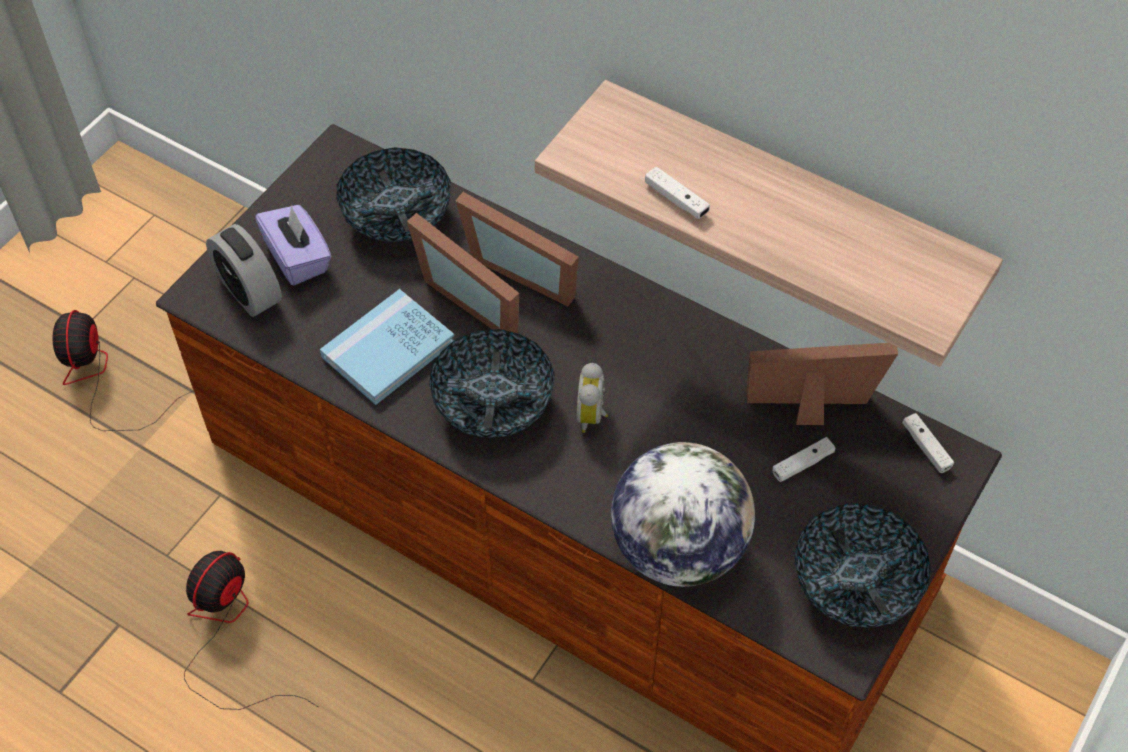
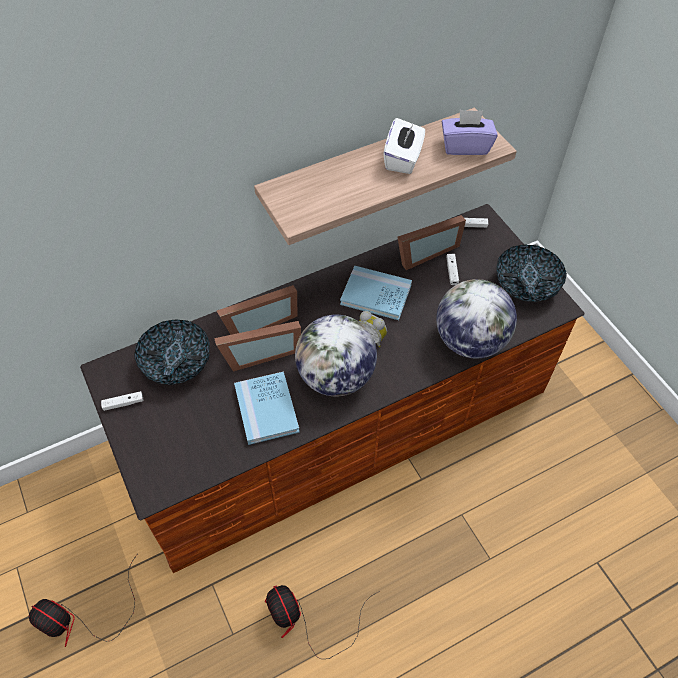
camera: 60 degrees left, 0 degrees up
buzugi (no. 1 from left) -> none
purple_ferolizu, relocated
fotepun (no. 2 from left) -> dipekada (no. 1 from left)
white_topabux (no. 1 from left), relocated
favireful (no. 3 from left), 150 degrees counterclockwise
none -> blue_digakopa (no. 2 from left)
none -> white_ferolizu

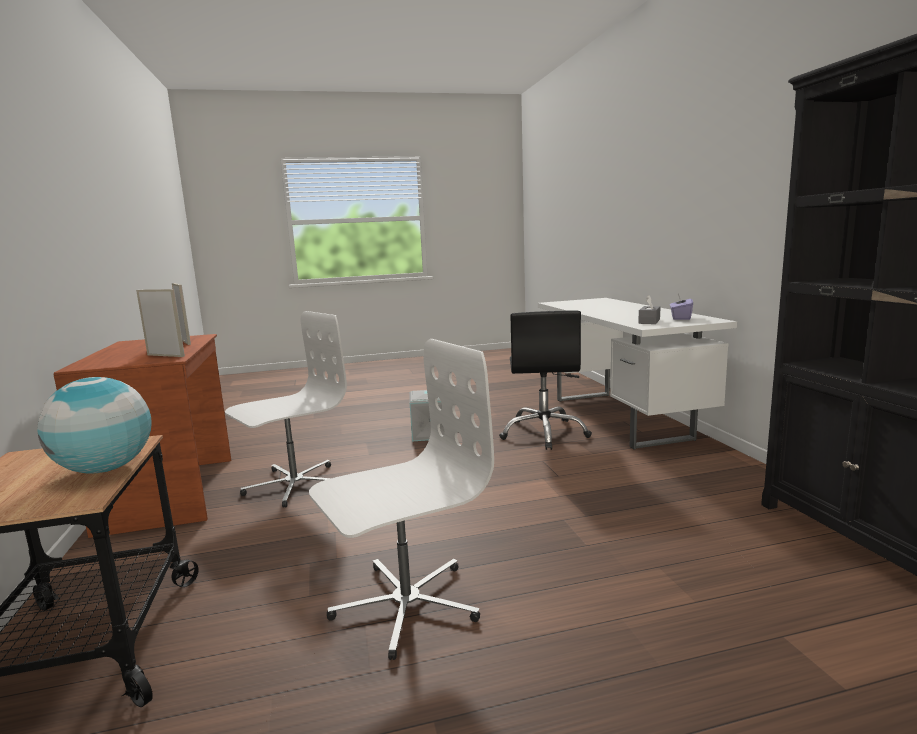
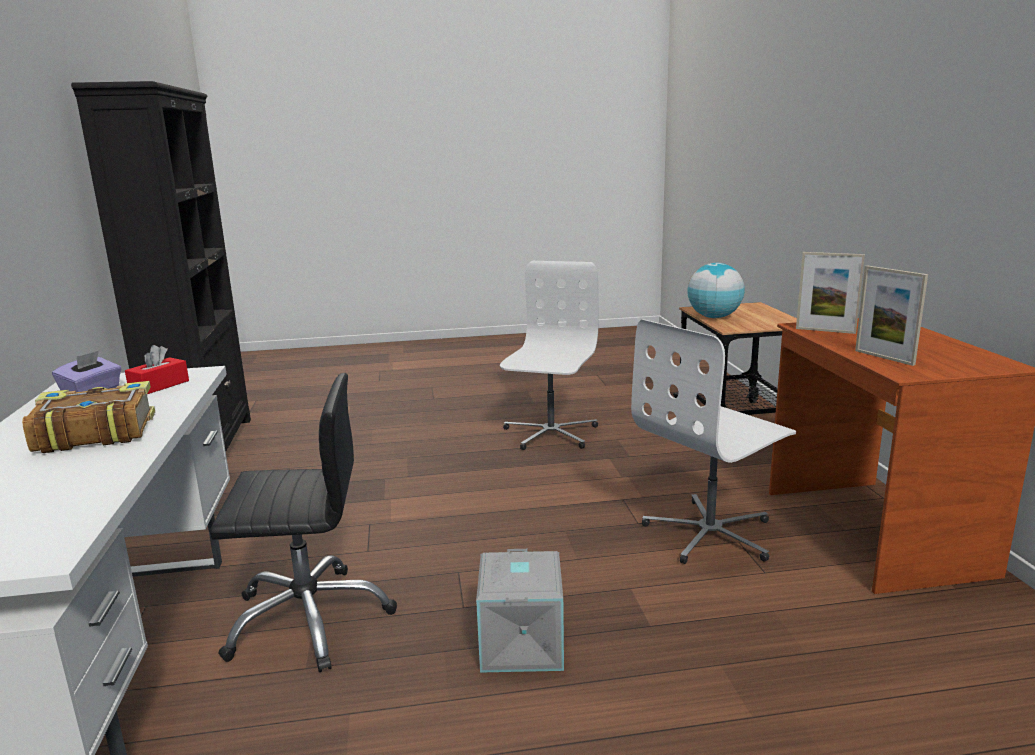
camera: 175 degrees left, 5 degrees up
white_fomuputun (no. 2 from left in the first image) -> white_fomuputun (no. 1 from left), 135 degrees clockwise
black_fomuputun, 75 degrees clockwise
grey_ferolizu -> red_ferolizu
none -> digakopa

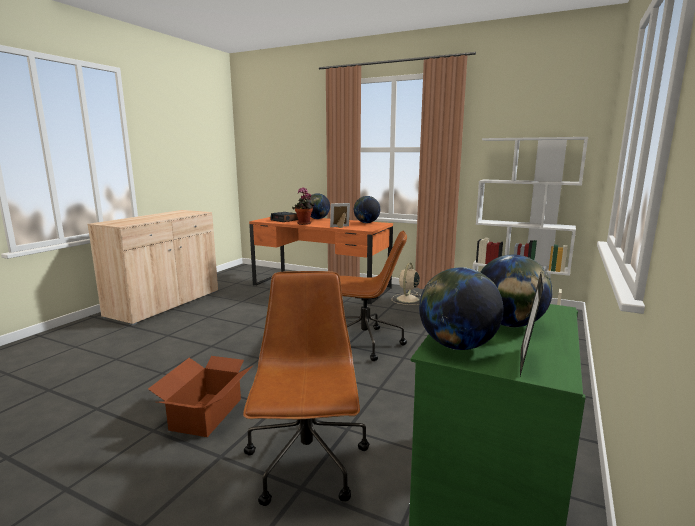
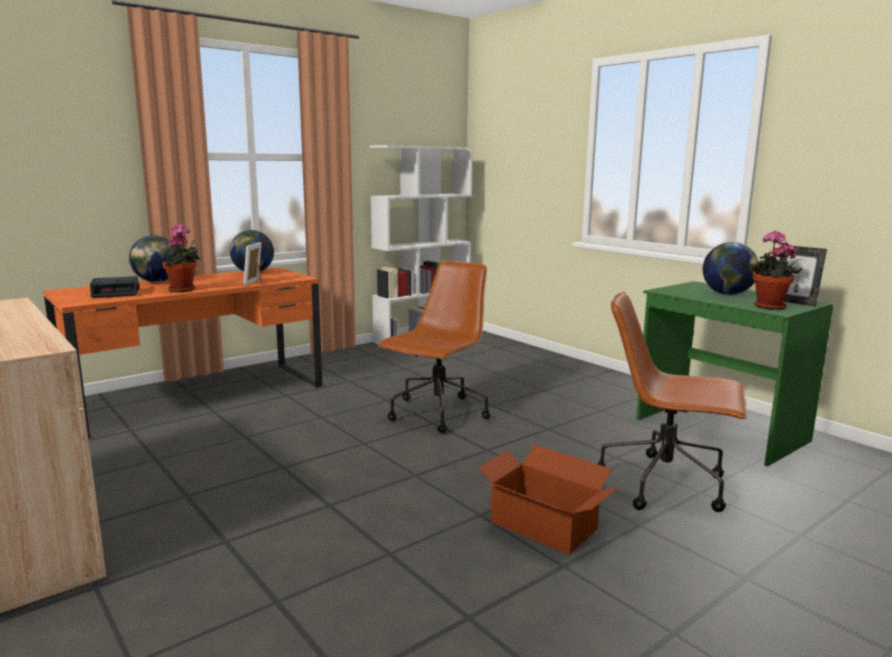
camera: 65 degrees left, 0 degrees up
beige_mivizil -> none
dipekada (no. 3 from left) -> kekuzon (no. 2 from left)

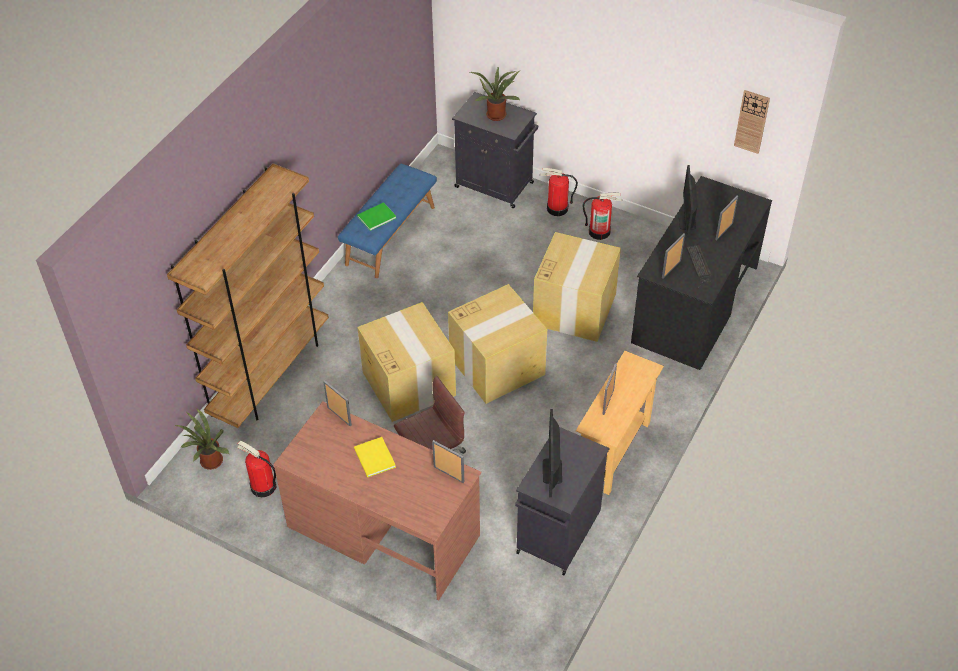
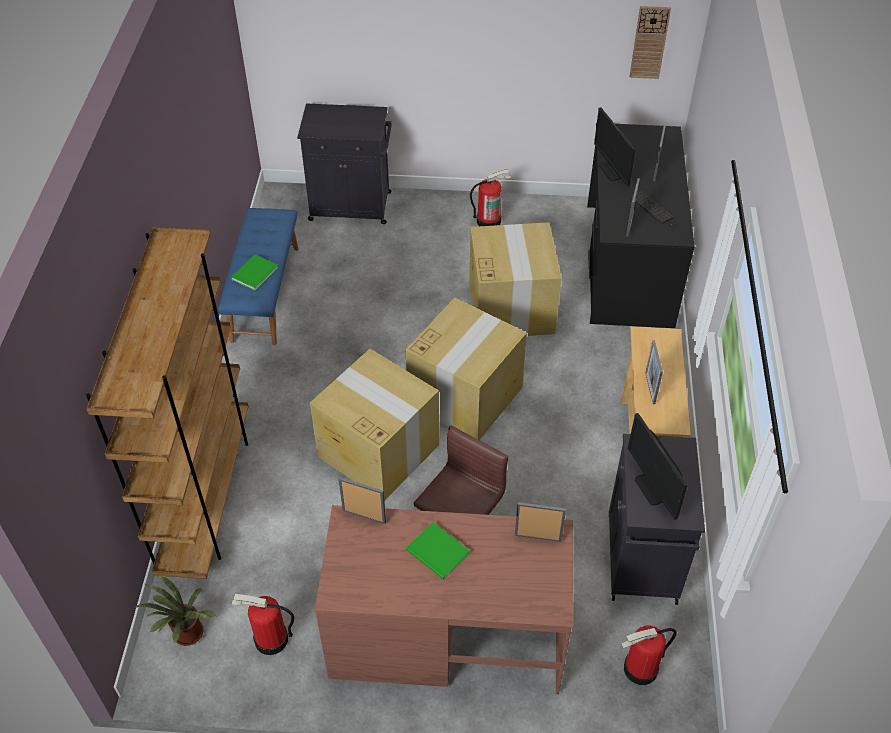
camera: 25 degrees left, 0 degrees up
yellow_digakopa -> green_digakopa (no. 2 from left)
kekuzon (no. 2 from left) -> none
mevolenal (no. 2 from left in the first image) -> mevolenal (no. 3 from left), relocated

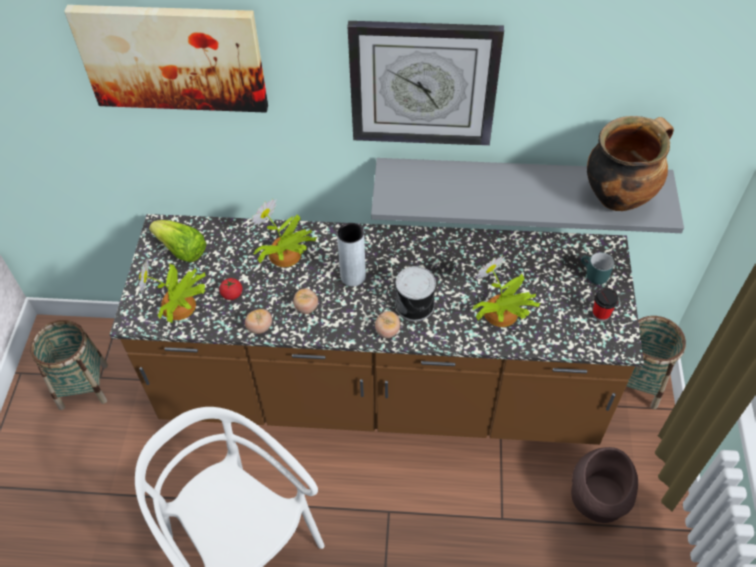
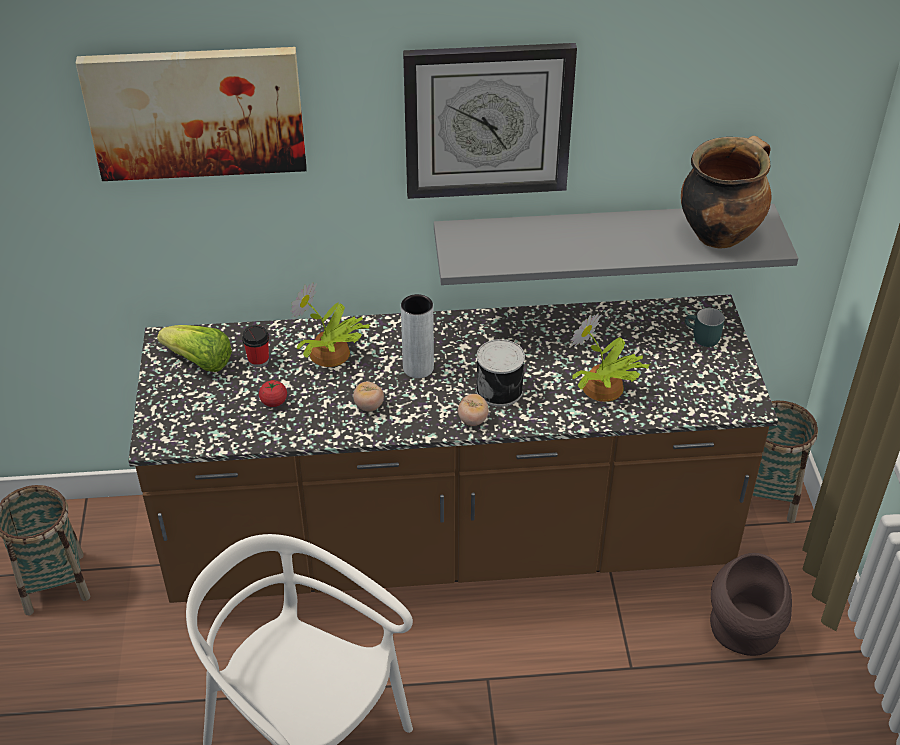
camera: 10 degrees left, 10 degrees down
kekuzon (no. 1 from left) -> none
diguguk (no. 2 from left) -> none
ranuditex, relocated

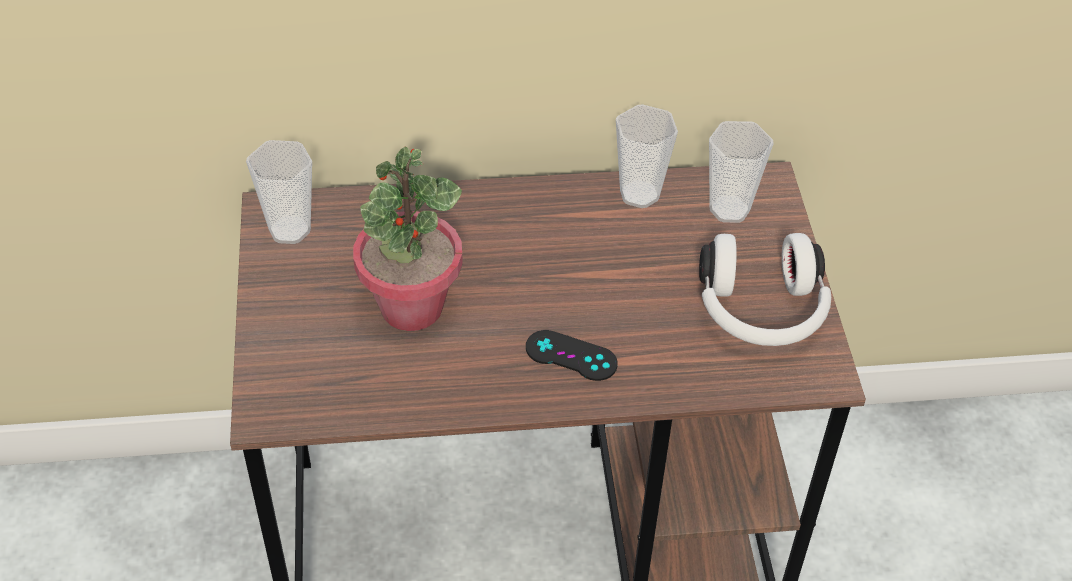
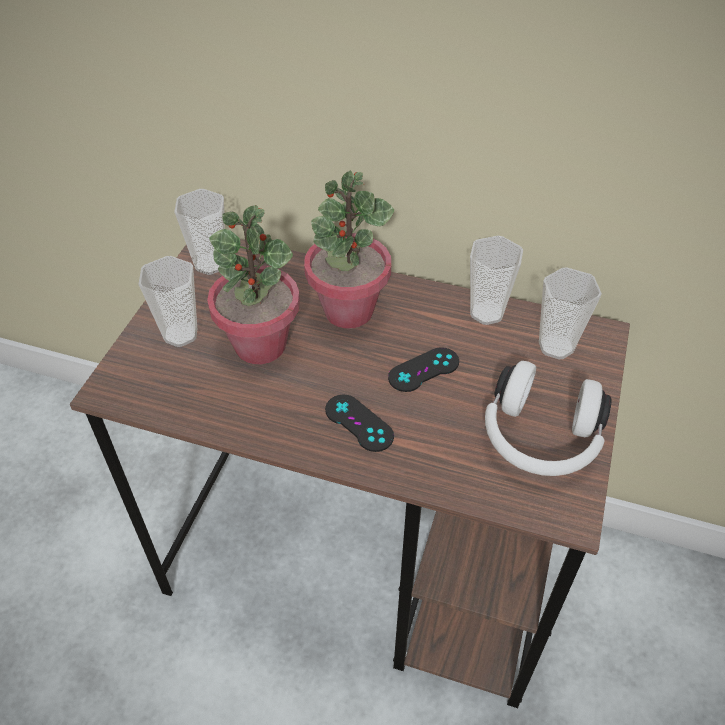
camera: 25 degrees right, 0 degrees up
none -> ranuditex (no. 1 from left)
none -> kekuzon (no. 2 from left)
none -> black_topabux (no. 2 from left)

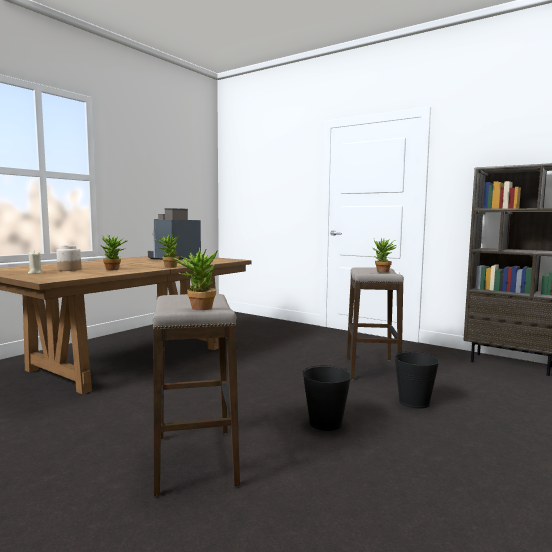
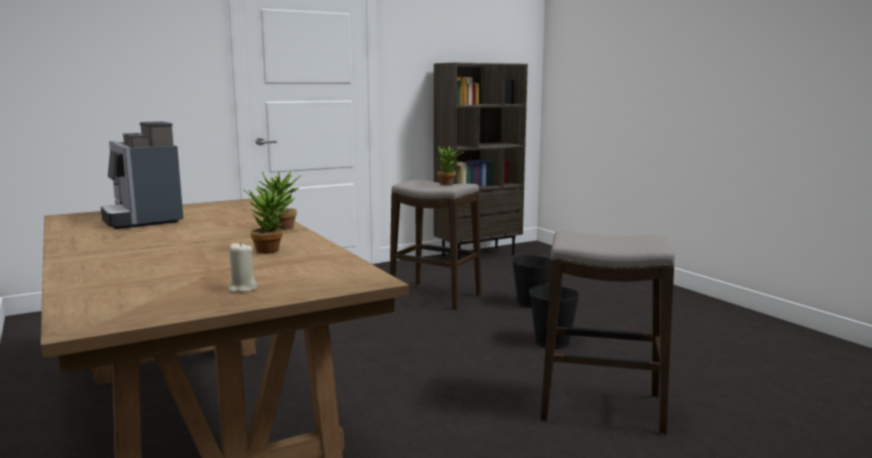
camera: 65 degrees left, 5 degrees up
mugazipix -> none
kekuzon (no. 3 from left) -> none

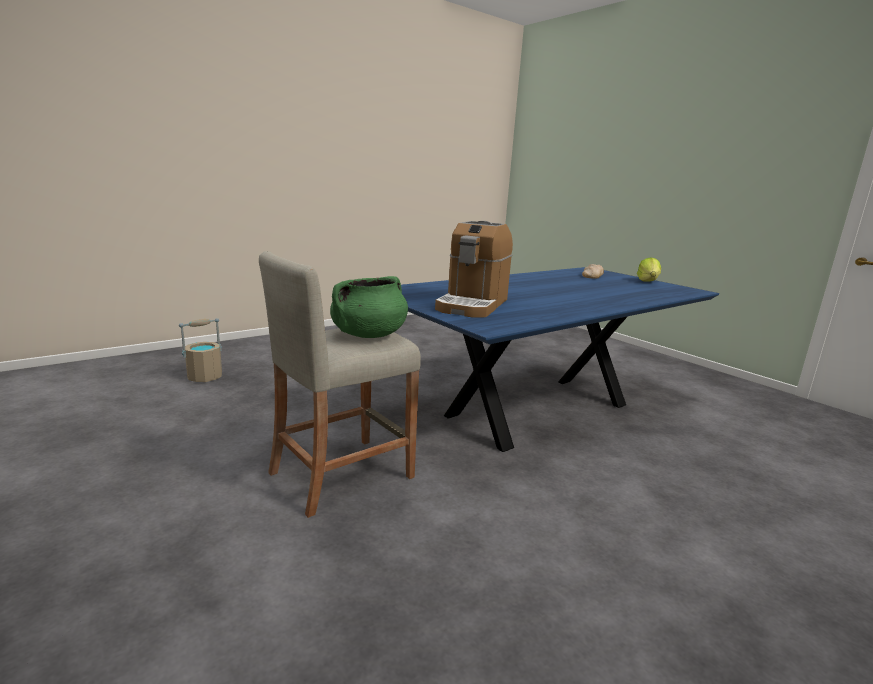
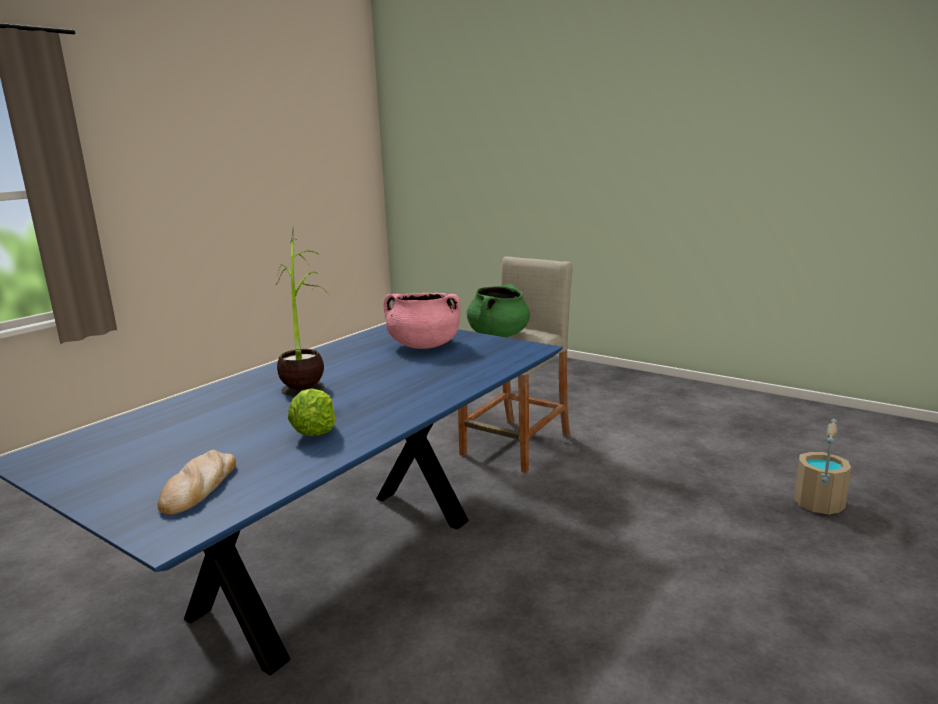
camera: 165 degrees right, 0 degrees up
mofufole -> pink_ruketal
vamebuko, relocated
none -> kekuzon

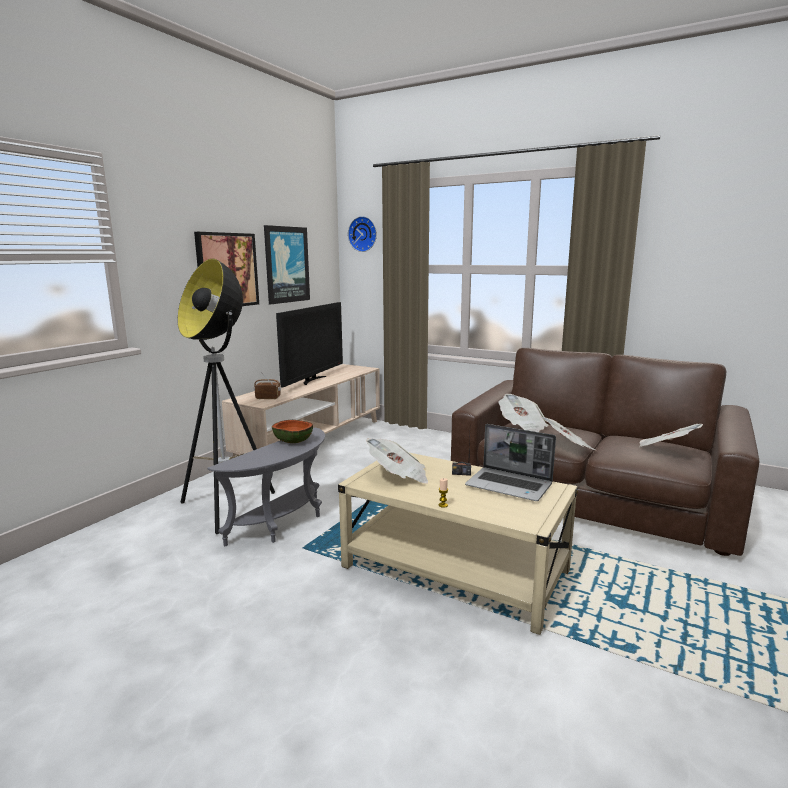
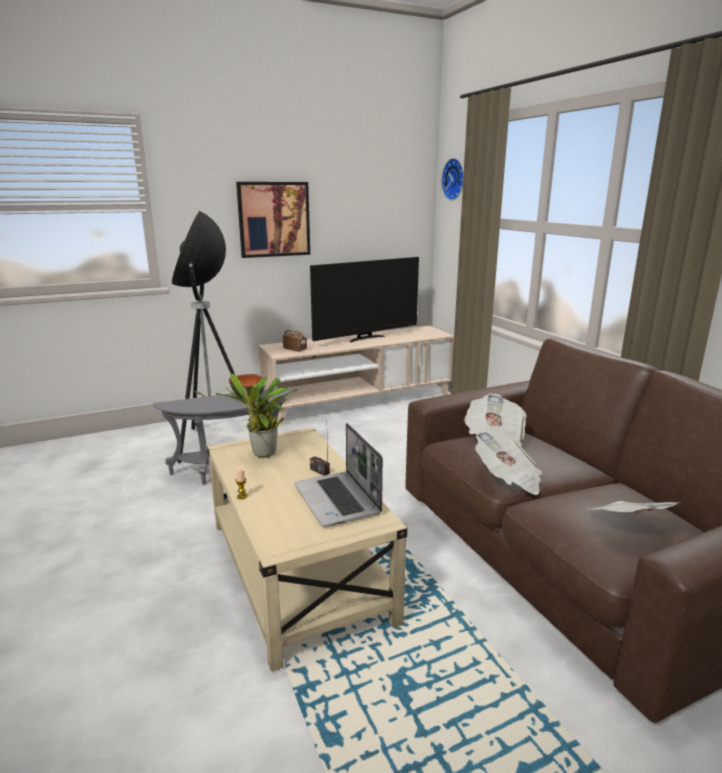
camera: 35 degrees right, 5 degrees up
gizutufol (no. 2 from left) -> none
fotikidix (no. 1 from left) -> kekuzon

